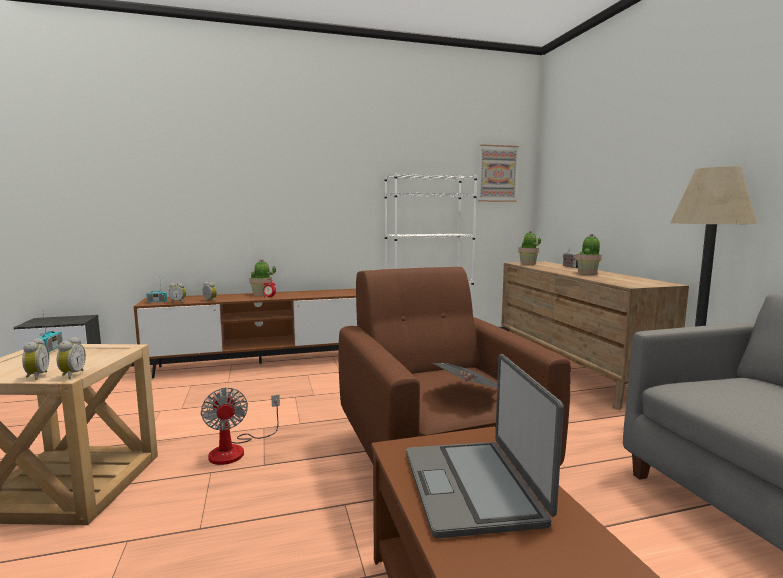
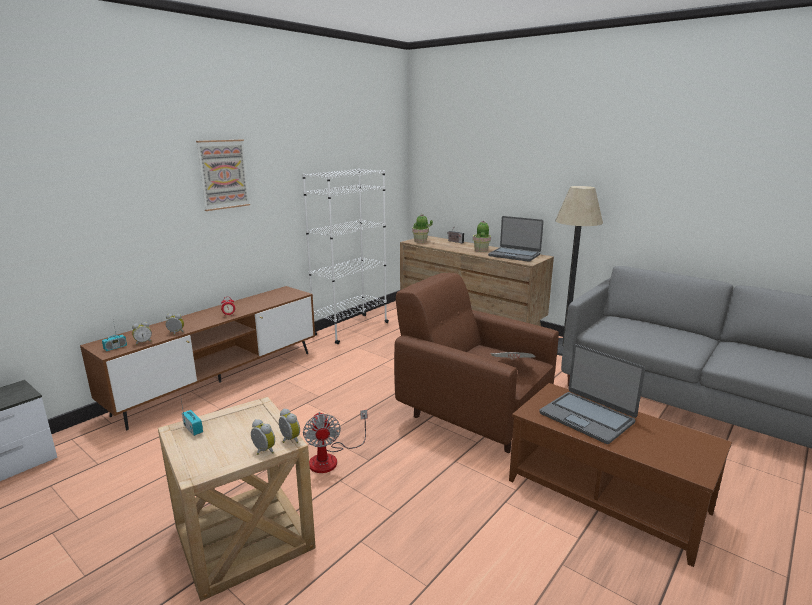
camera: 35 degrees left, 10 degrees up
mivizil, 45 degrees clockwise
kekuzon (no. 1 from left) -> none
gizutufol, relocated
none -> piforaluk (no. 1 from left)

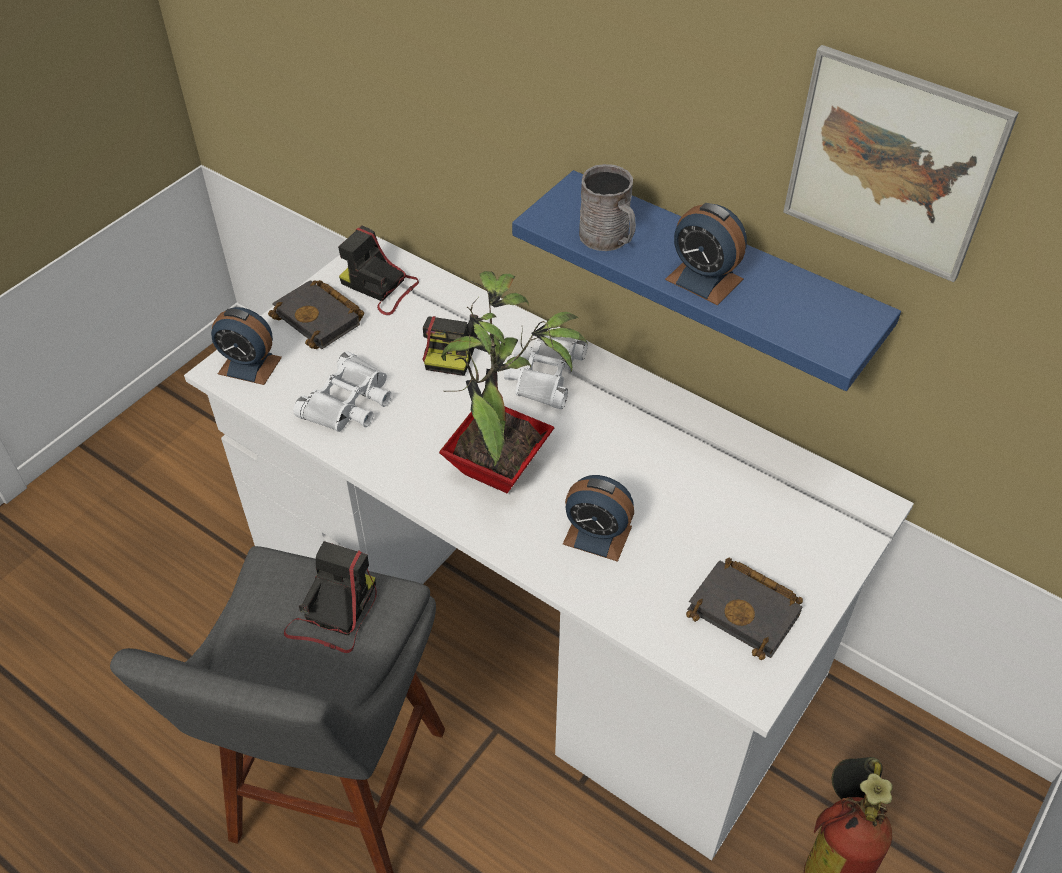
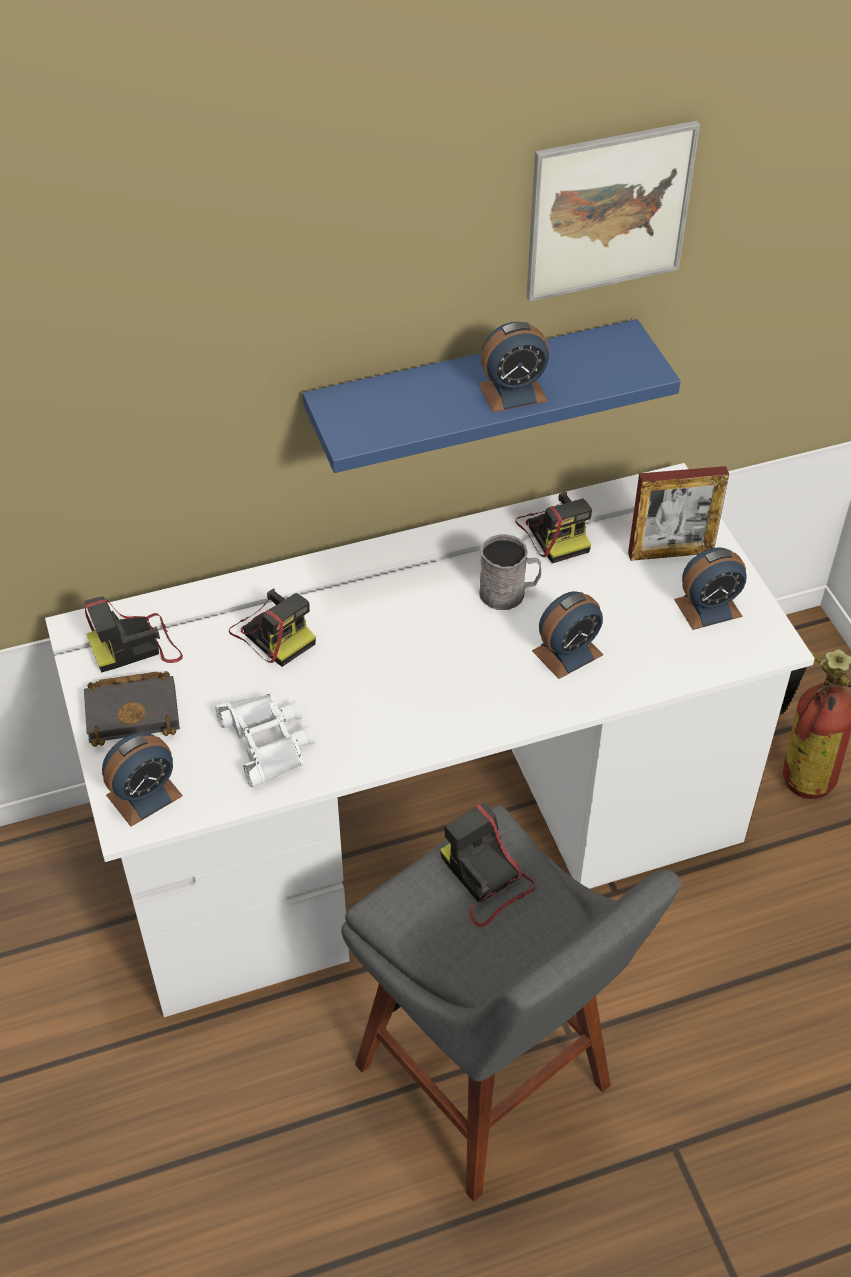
camera: 55 degrees left, 0 degrees up
kekuzon -> none
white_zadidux (no. 2 from left) -> none
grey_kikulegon, relocated
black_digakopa (no. 2 from left) -> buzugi (no. 4 from left)
none -> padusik (no. 4 from left)
none -> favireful

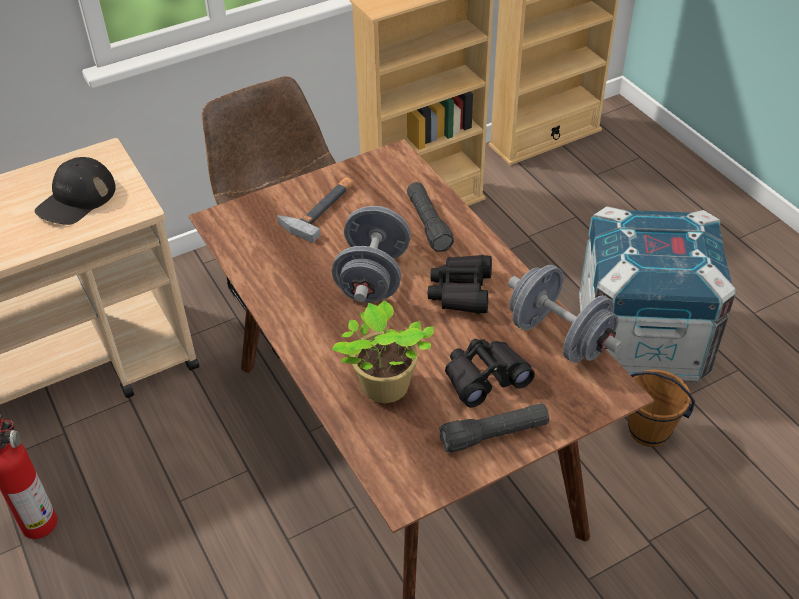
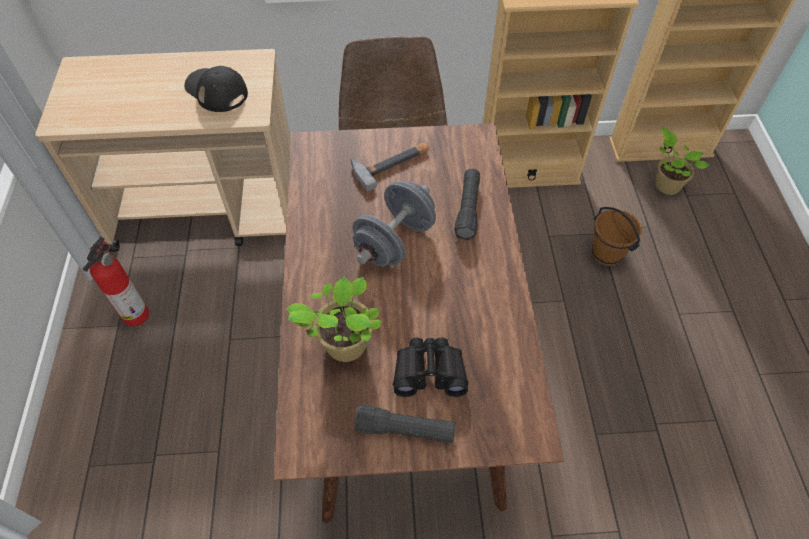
camera: 25 degrees right, 10 degrees up
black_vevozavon, 75 degrees clockwise
black_zadidux (no. 1 from left) -> none
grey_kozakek (no. 2 from left) -> none
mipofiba -> none
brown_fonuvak, relocated
none -> kekuzon (no. 2 from left)

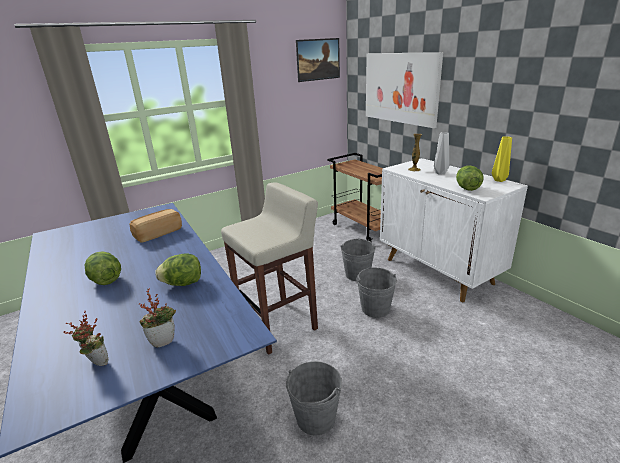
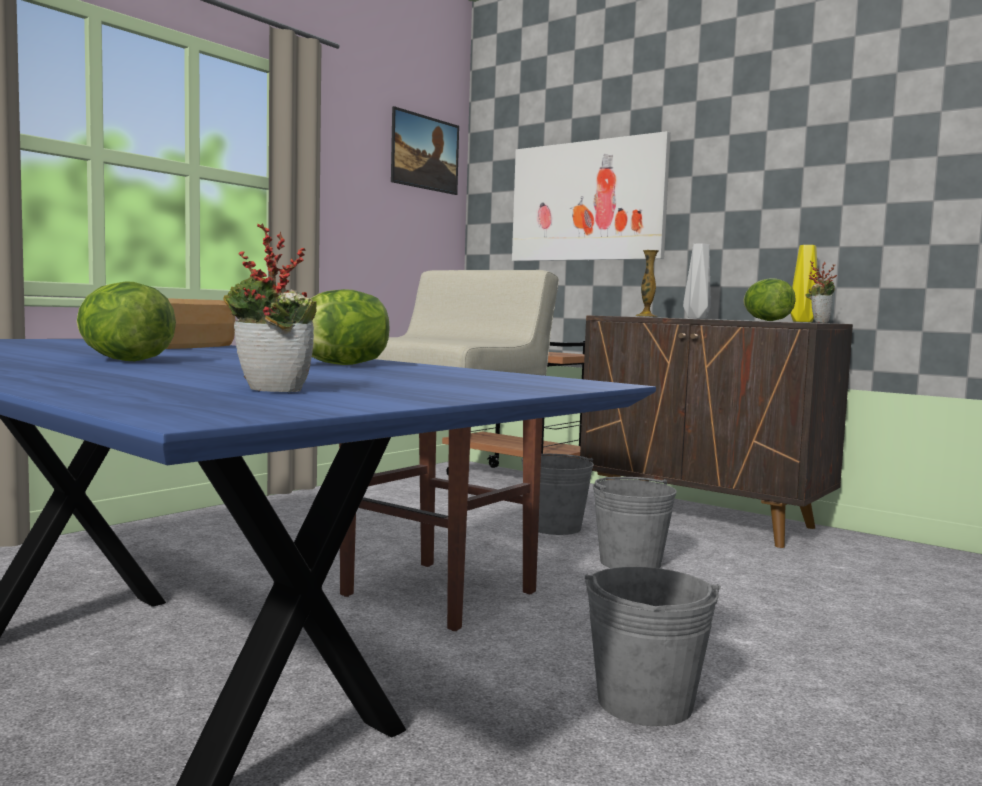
camera: 20 degrees left, 20 degrees down
kekuzon (no. 2 from left), relocated
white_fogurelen -> brown_fogurelen

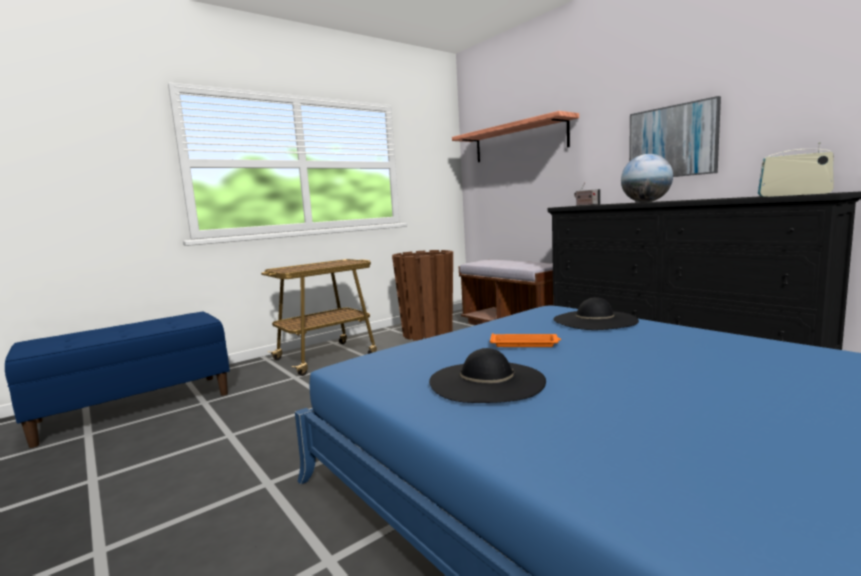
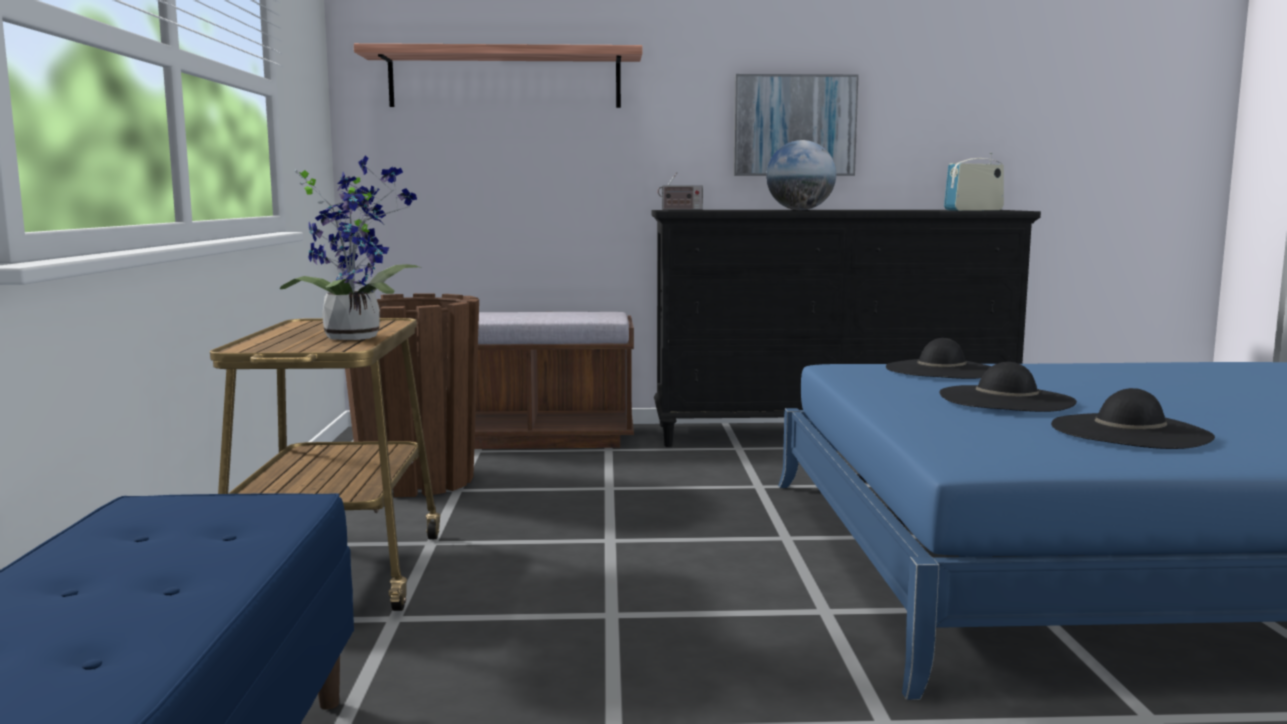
camera: 55 degrees left, 0 degrees up
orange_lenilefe -> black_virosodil (no. 2 from left)
none -> kekuzon

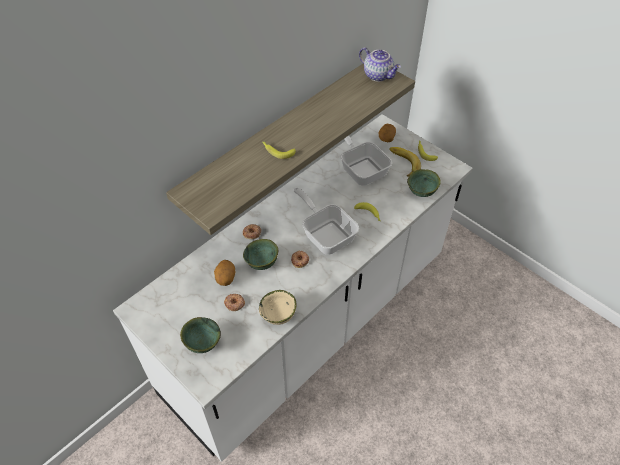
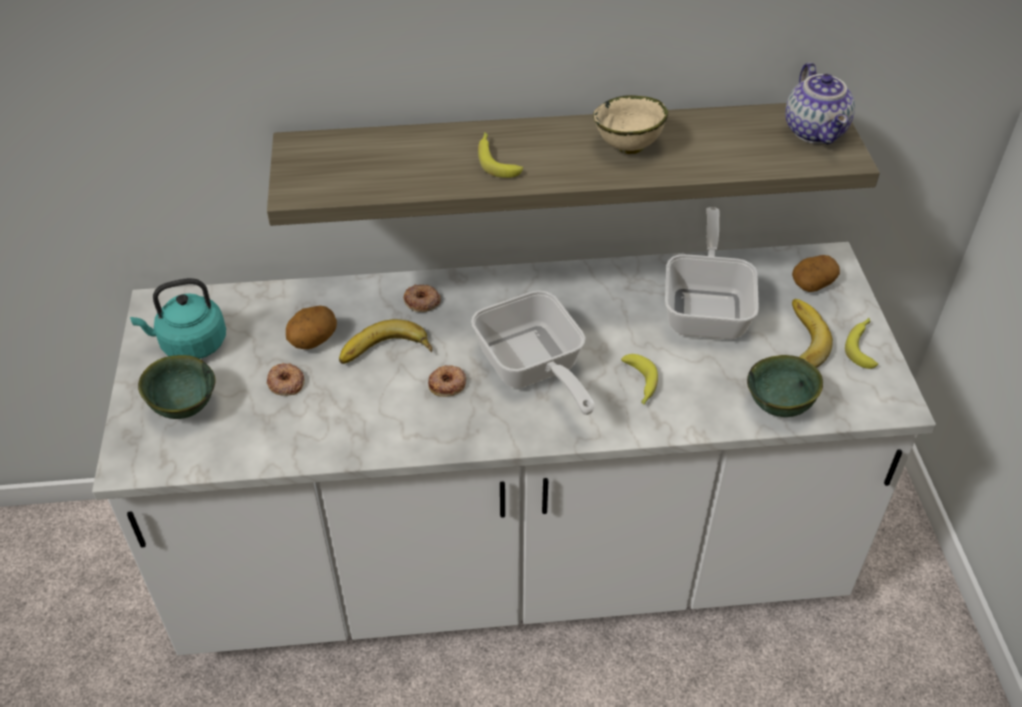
camera: 40 degrees right, 5 degrees down
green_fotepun (no. 2 from left) -> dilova (no. 1 from left)
beige_fotepun, relocated
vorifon (no. 1 from left), 150 degrees clockwise
none -> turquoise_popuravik

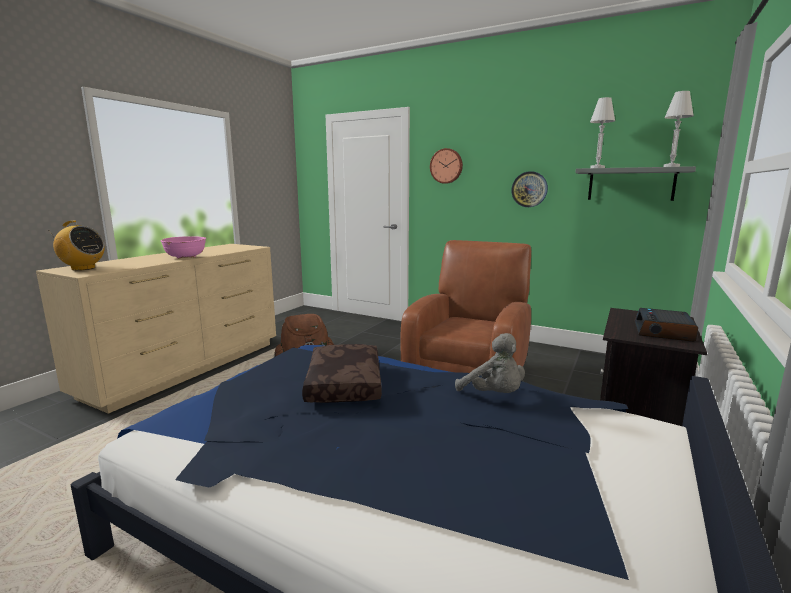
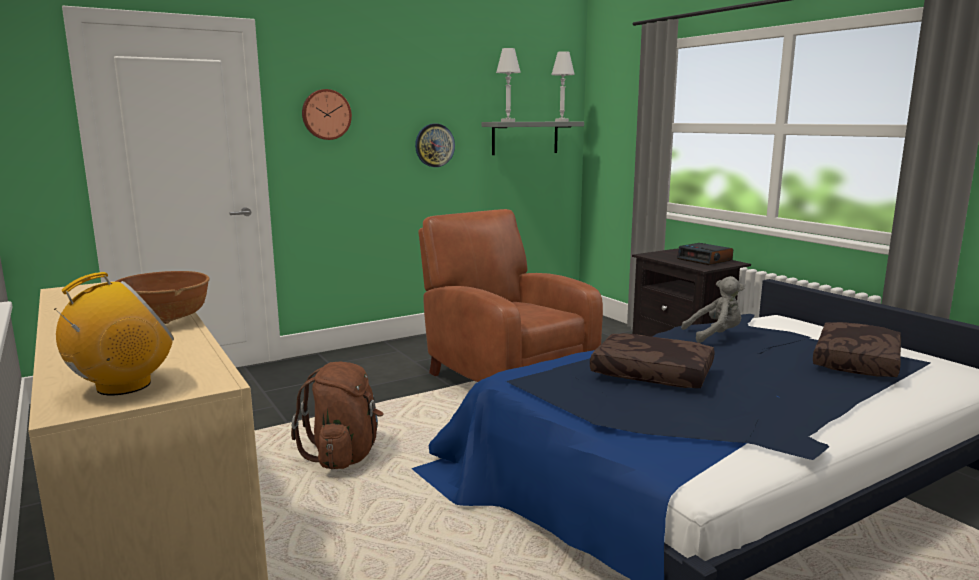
camera: 60 degrees left, 0 degrees up
pink_fotepun -> brown_fotepun
none -> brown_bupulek (no. 2 from left)

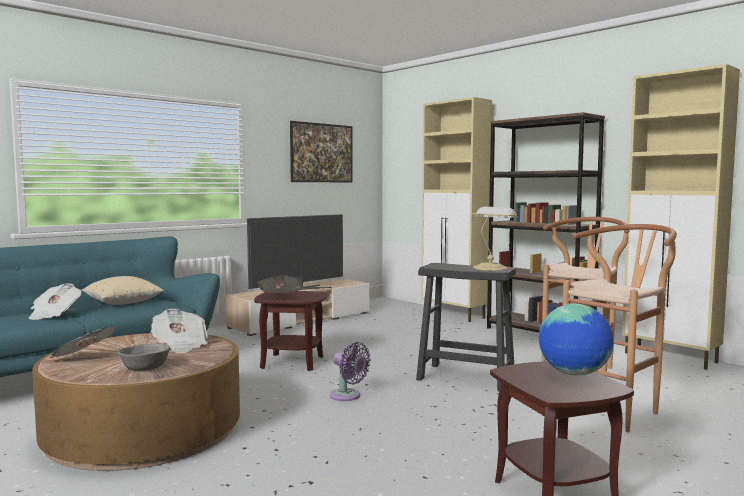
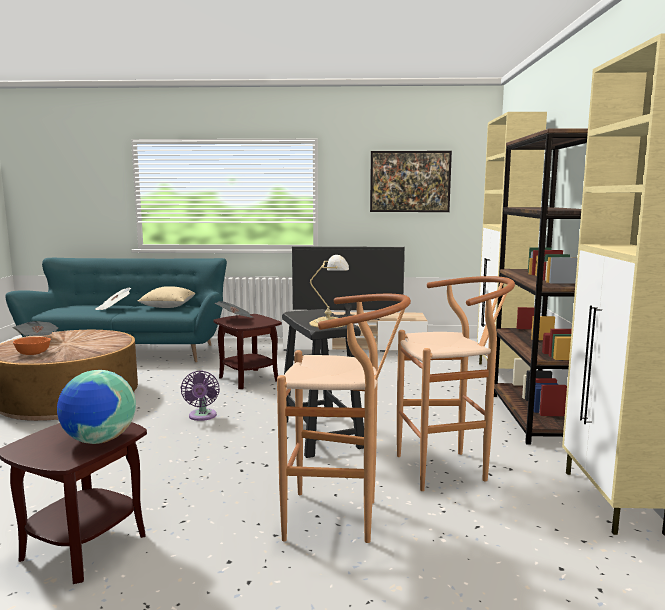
camera: 45 degrees right, 5 degrees up
grey_fotepun -> orange_fotepun
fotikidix (no. 3 from left) -> none

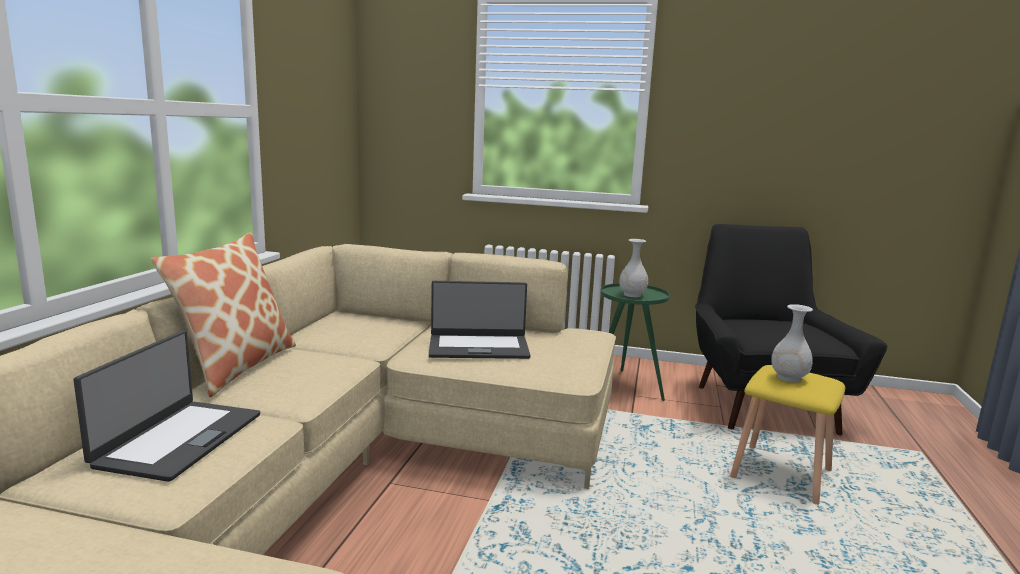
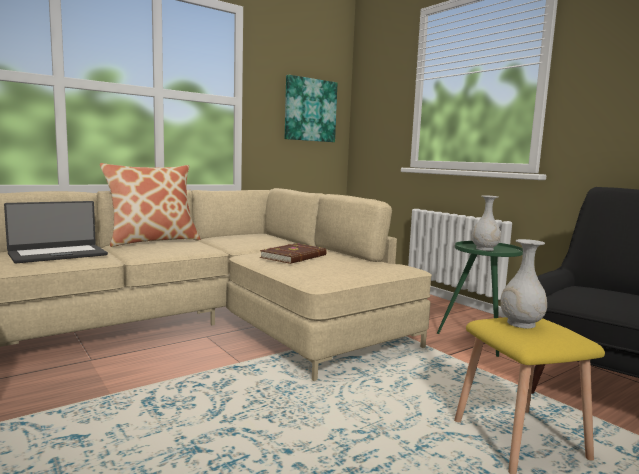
camera: 40 degrees right, 5 degrees down
piforaluk (no. 2 from left) -> brown_digakopa
none -> gizutufol

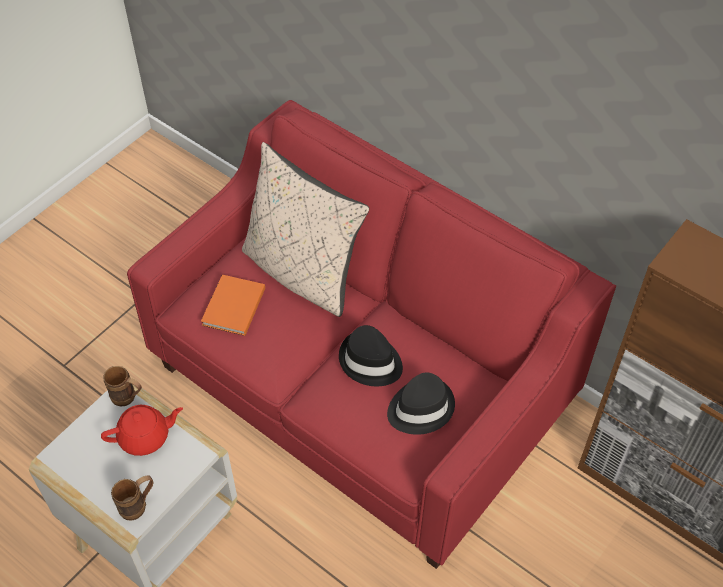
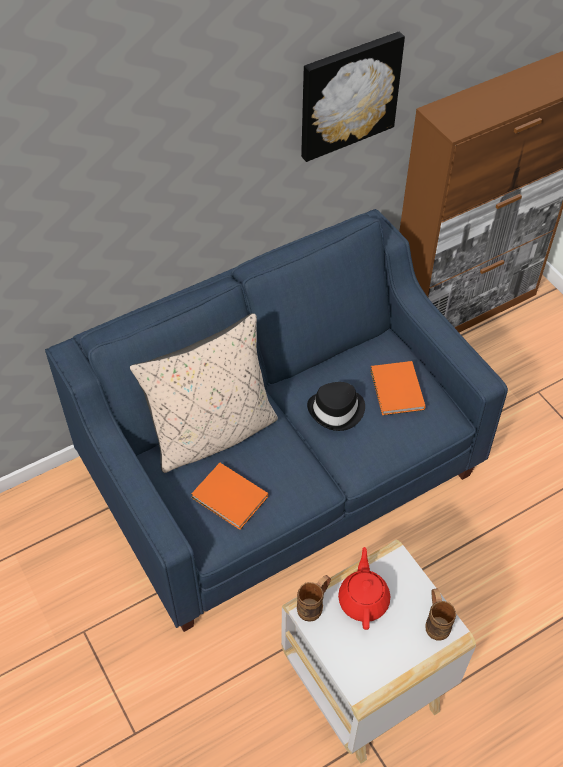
camera: 70 degrees left, 0 degrees up
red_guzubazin -> blue_guzubazin
black_virosodil (no. 2 from left) -> orange_digakopa (no. 2 from left)
none -> gizutufol

